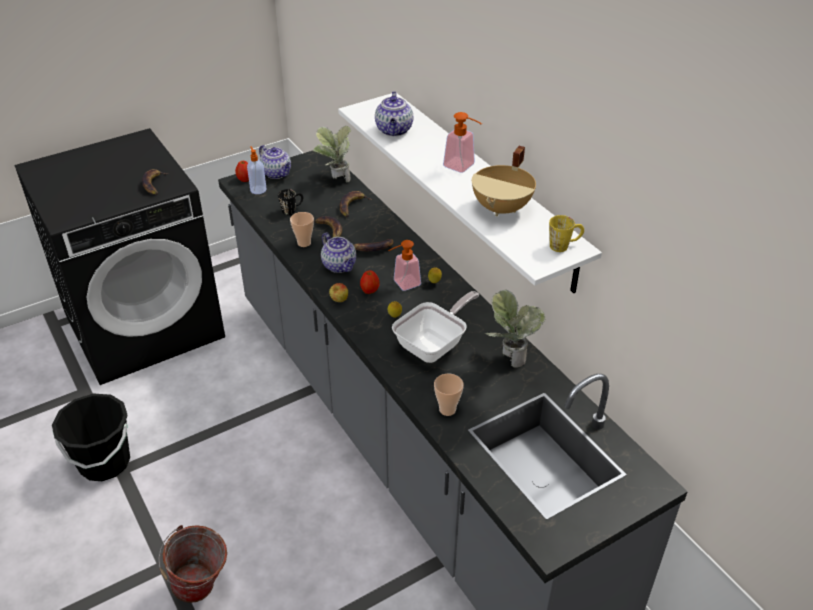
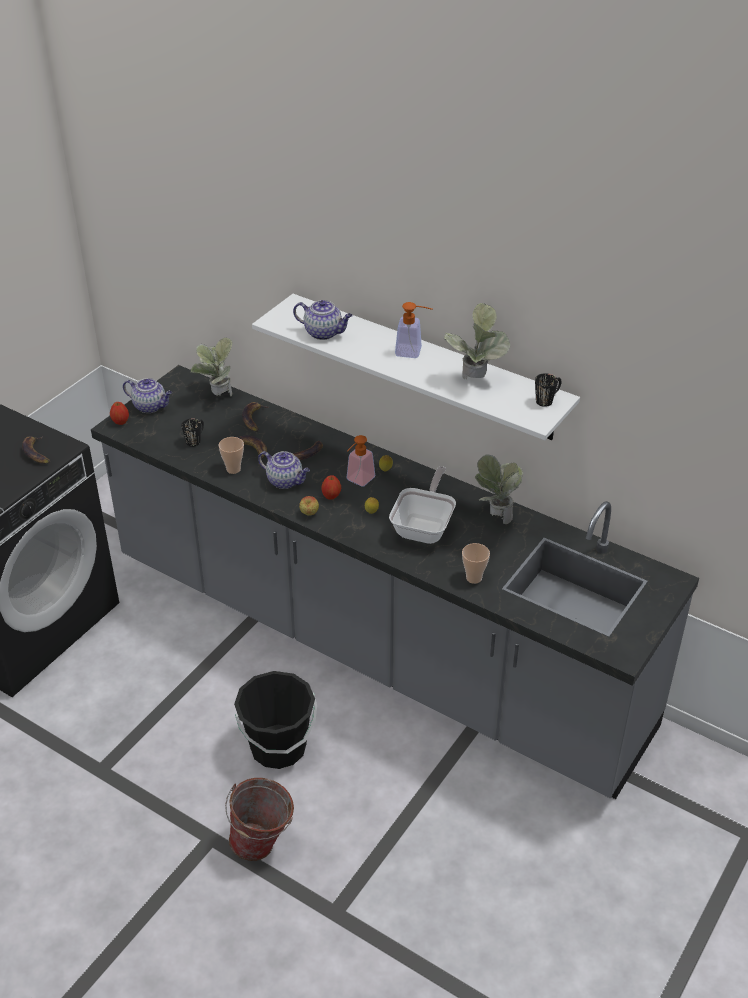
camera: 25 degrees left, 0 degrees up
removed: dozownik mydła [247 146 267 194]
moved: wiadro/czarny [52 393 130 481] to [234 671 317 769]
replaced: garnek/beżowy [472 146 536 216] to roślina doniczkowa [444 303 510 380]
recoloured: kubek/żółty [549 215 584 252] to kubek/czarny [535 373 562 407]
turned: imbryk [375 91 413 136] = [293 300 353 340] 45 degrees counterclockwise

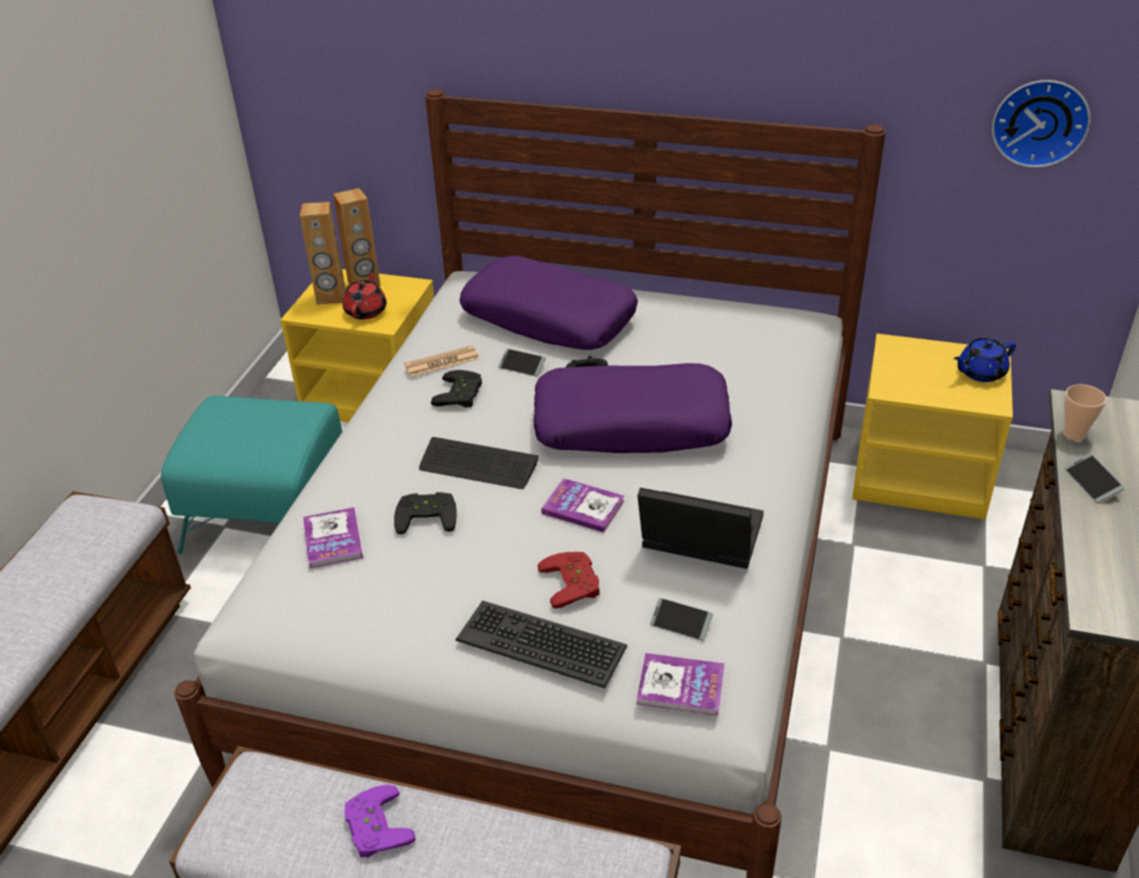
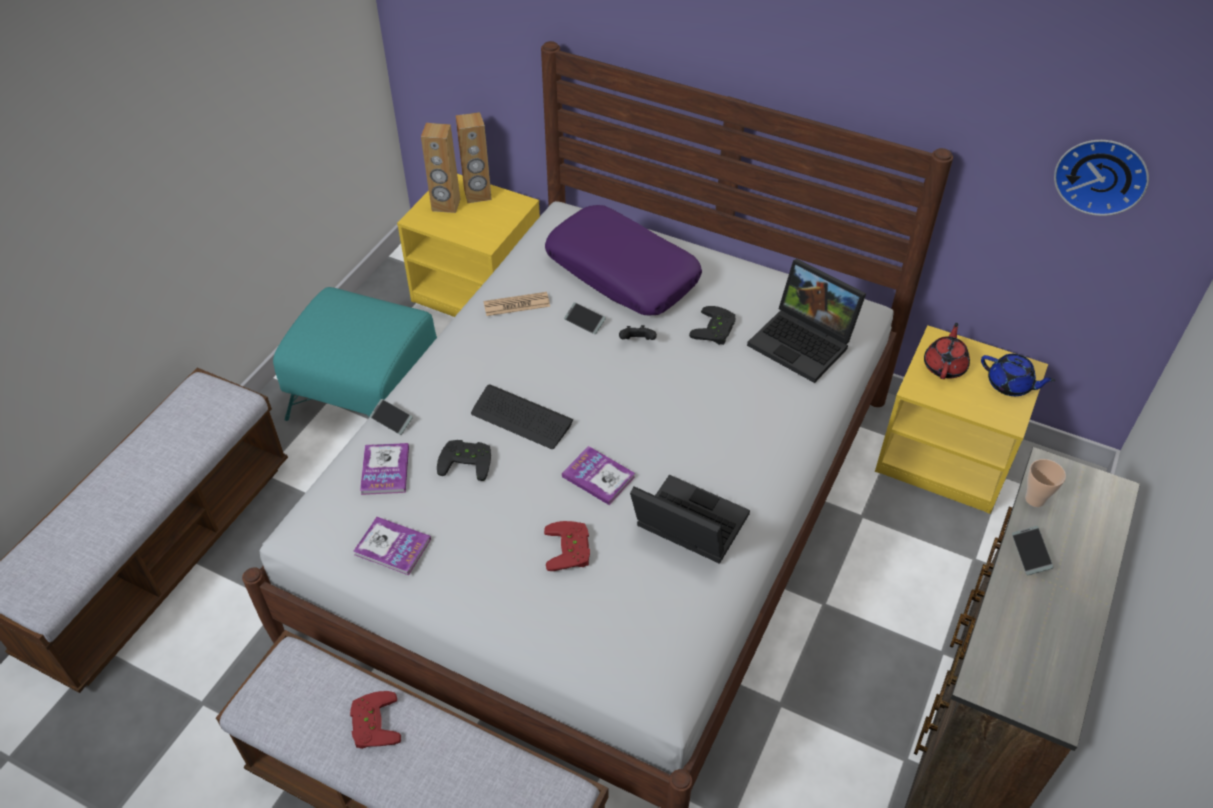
camera: 10 degrees right, 10 degrees up
removed: klawiatura [456 600 627 688]; poduszka/fioletowy [534 363 732 453]
added: laptop [747 259 866 383]
moved: imbryk/czerwony [342 269 387 320] to [924 323 970 379]; pad do gier/czarny [431 370 482 408] to [689 306 736 345]; książka [637 653 724 716] to [353 517 431 575]; telefon [650 598 713 641] to [370 399 413 435]
recoloured: pad do gier/fioletowy [344 785 416 858] to pad do gier/czerwony [350 691 401 749]
turned: imbryk/niebieski [954 338 1016 382] = [981 354 1055 396] 135 degrees counterclockwise

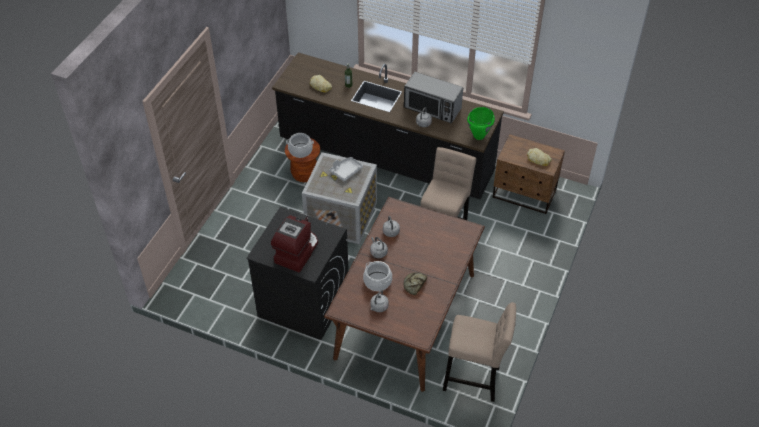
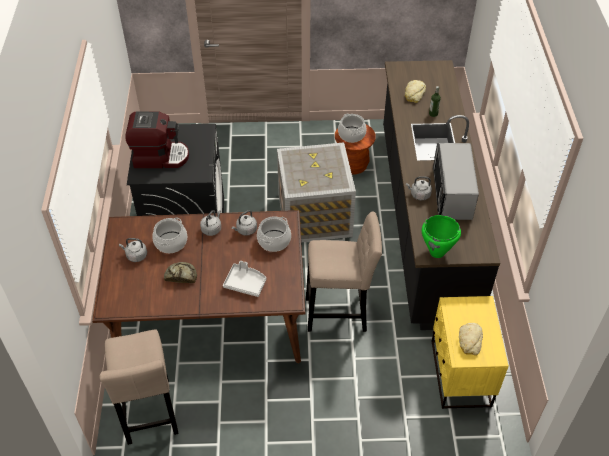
camera: 65 degrees right, 0 degrees up
added: garnek [257 216 291 252]
moved: taca/szary [329 157 363 182] to [223 261 266 297]
recoloured: szafka nocna/brązowy [493 134 565 214] to szafka nocna/żółty [432 296 509 409]

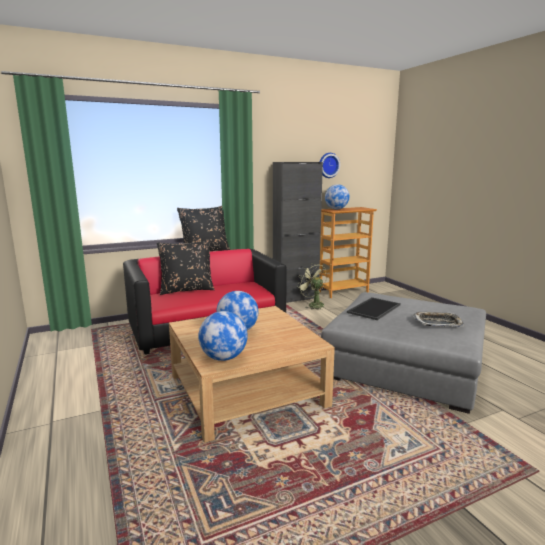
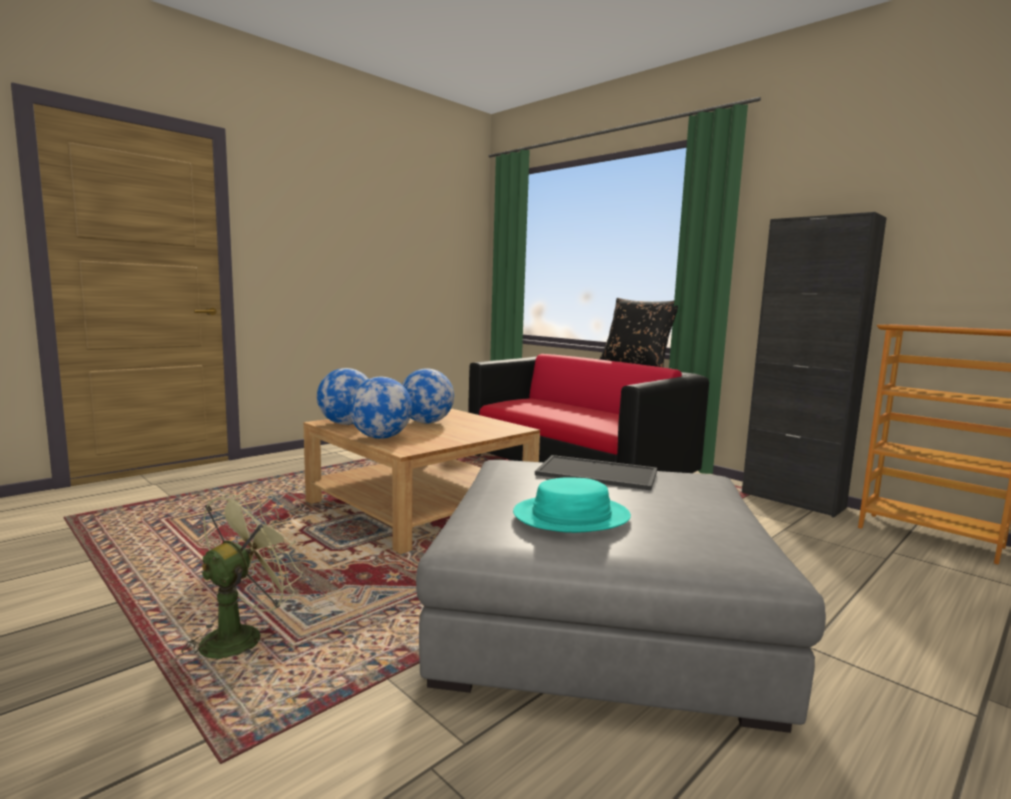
camera: 70 degrees right, 5 degrees down
removed: poduszka/czarny [157 240 215 295]; zegar ścienny [320 153 340 178]
moved: wentylator/zielony [297 263 327 310] to [181 490 303 659]; globus [325 184 350 209] to [349 377 412 439]
replaced: taca [413 312 464 327] to kapelusz/turkusowy [513 477 631 533]

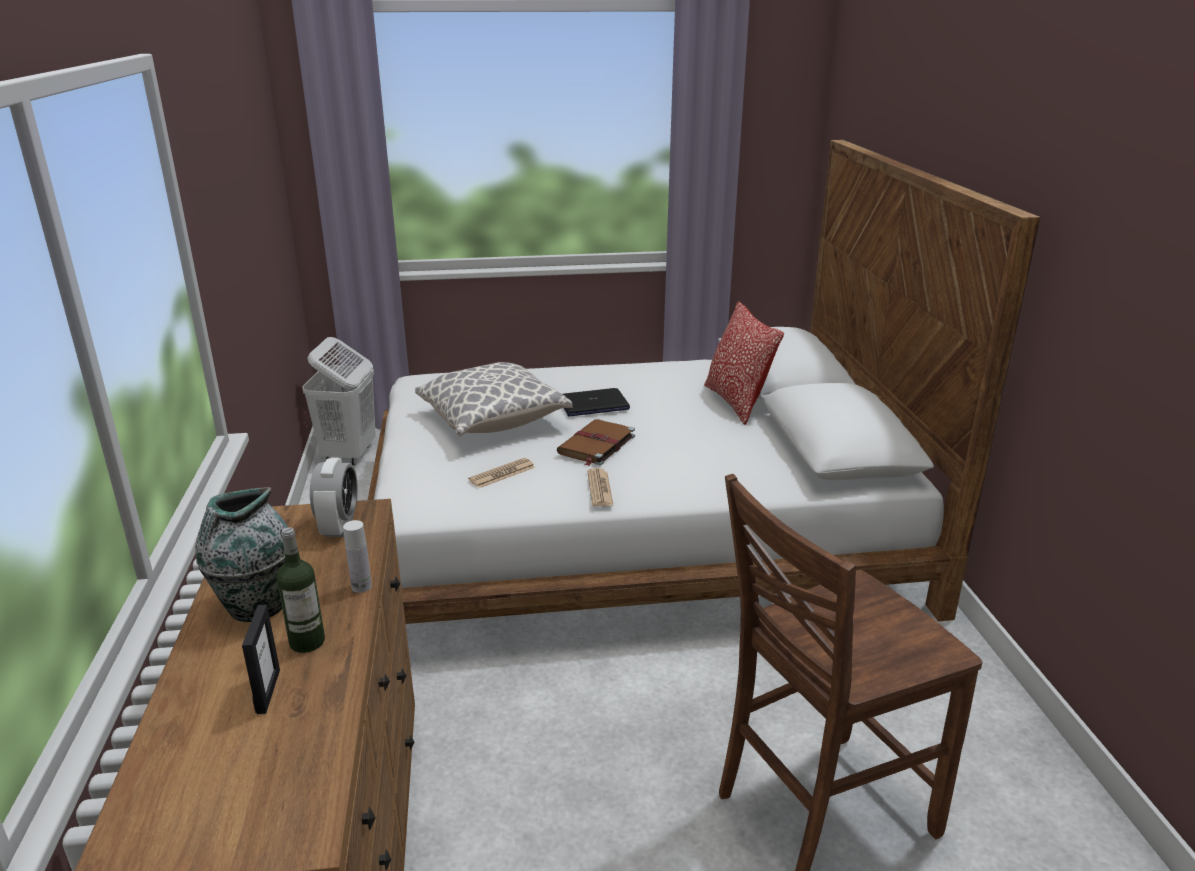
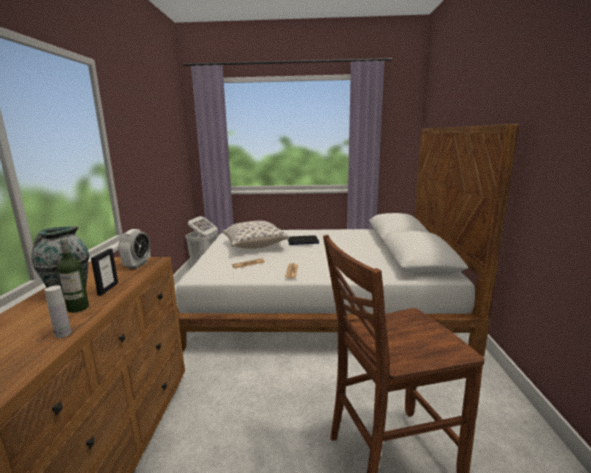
camera: 10 degrees right, 10 degrees down
removed: książka/brązowy [557 419 635 466]; poduszka [704 301 784 425]
moved: ramka na zdjęcie [242 604 280 714] to [91 249 118 295]; butelka/biały [343 520 372 593] to [45 285 71 338]

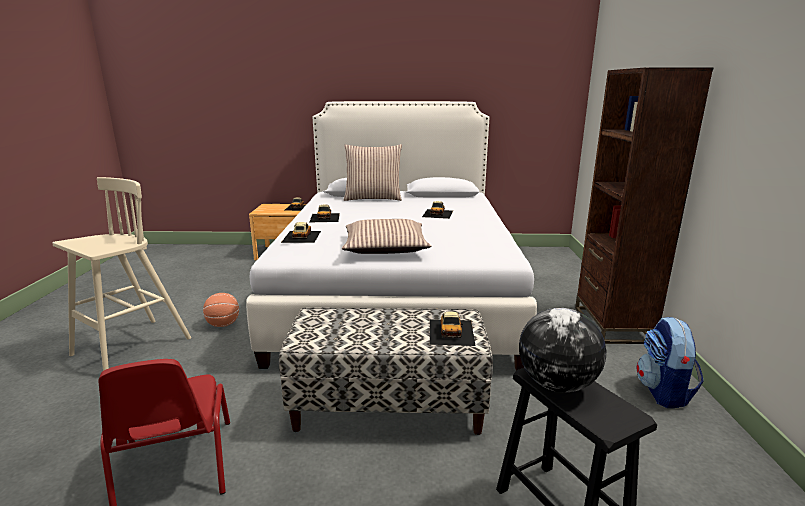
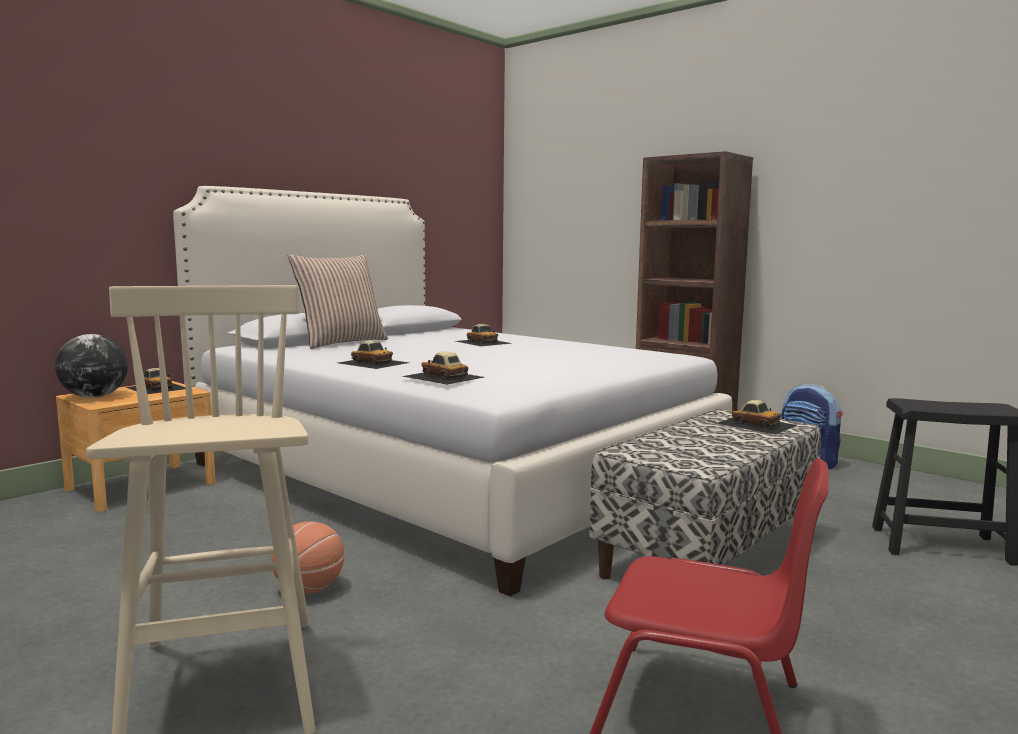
camera: 50 degrees left, 10 degrees down
removed: poduszka [342 219 431 254]
moved: globus [519 308 606 392] to [55 334 128 398]

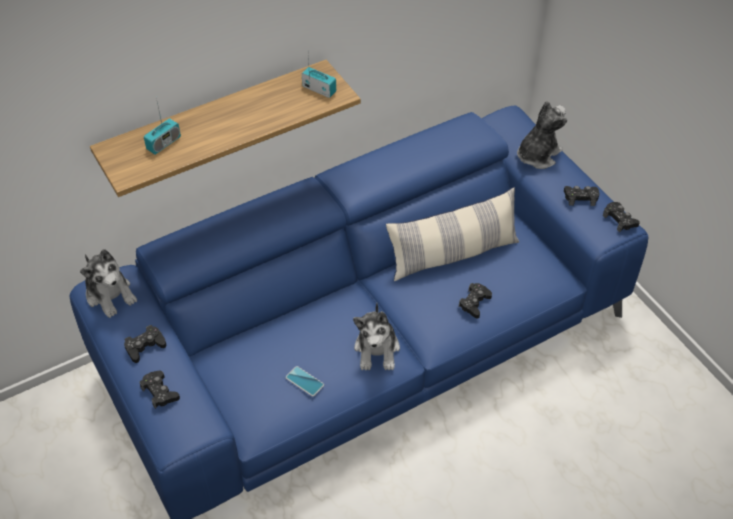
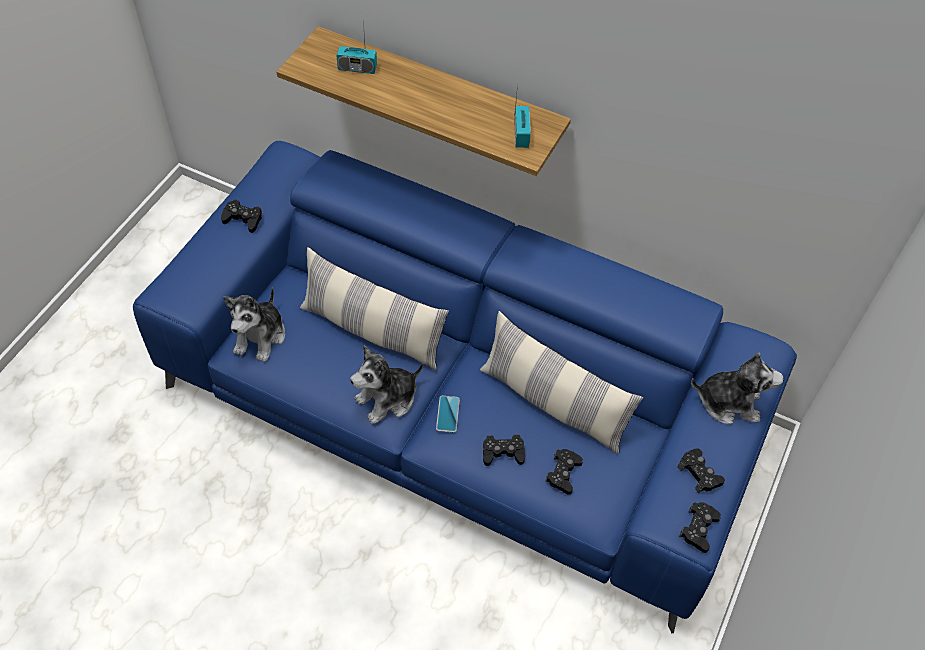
camera: 55 degrees right, 5 degrees up
added: poduszka [300 247 449 370]
moved: pluszak [80 249 137 318] to [223 288 285 362]; pad do gier/czarny [140 371 180 409] to [545 449 583 495]; telefon [286 366 324 396] to [436 396 460 433]

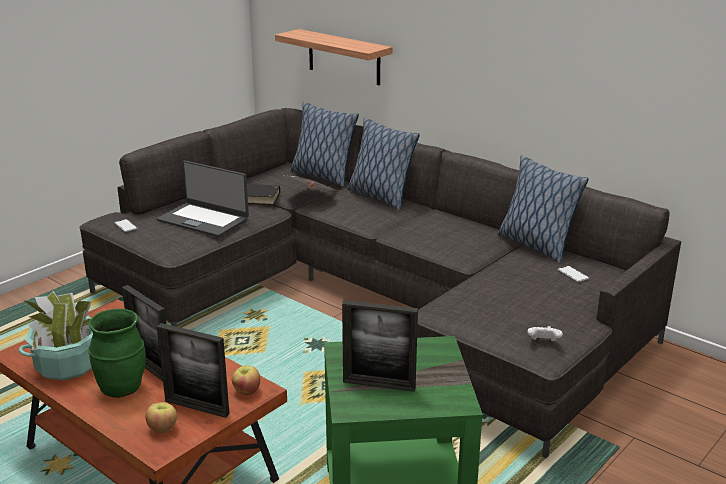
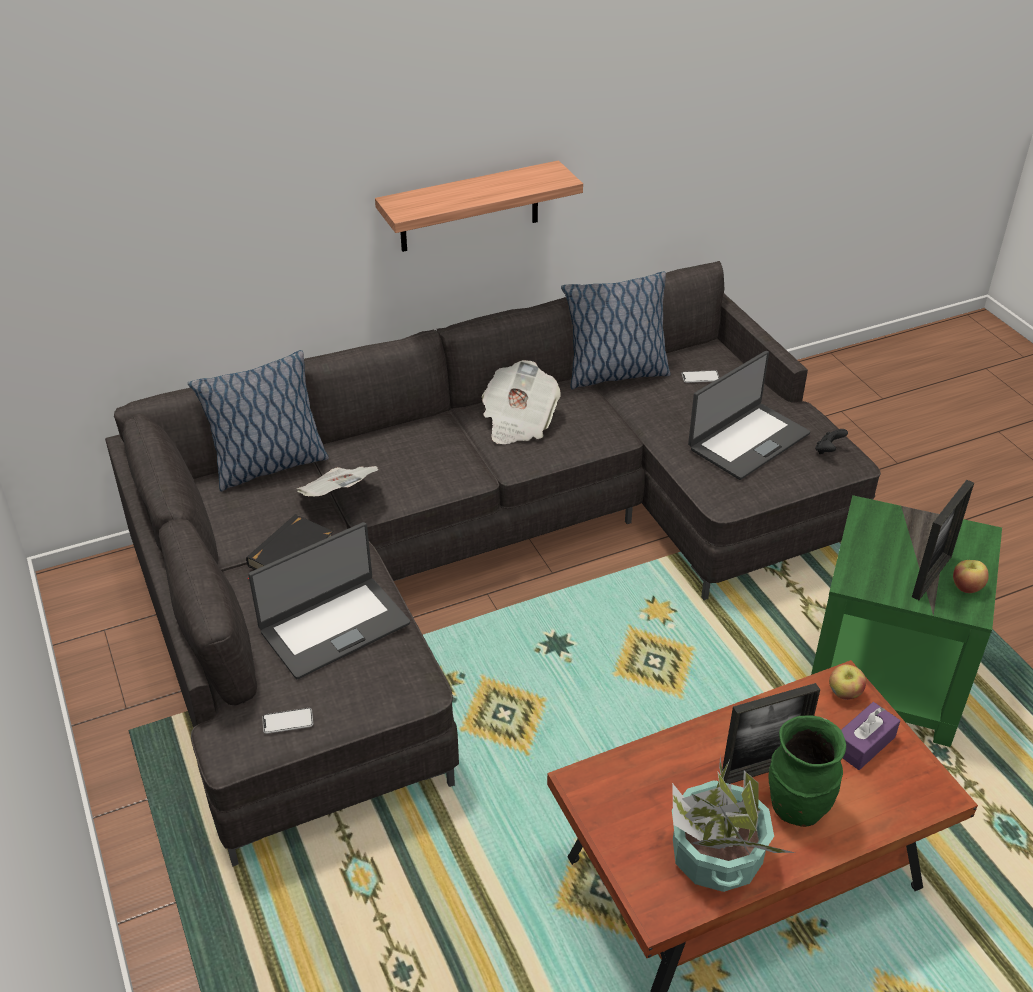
camera: 65 degrees left, 15 degrees up
removed: poduszka [347 118 420 210]
added: gazeta [482 360 561 444]; laptop [688 351 810 480]
moved: jabłko [145 402 177 434] to [953 560 989 593]; półka [275 29 392 85] to [375 160 583 252]
replaced: ramka na zdjęcie [157 323 230 418] to pudełko chusteczek/fioletowy [841 702 900 770]
recoloured: pad do gier/biały [528 326 563 341] to pad do gier/czarny [815 429 848 454]

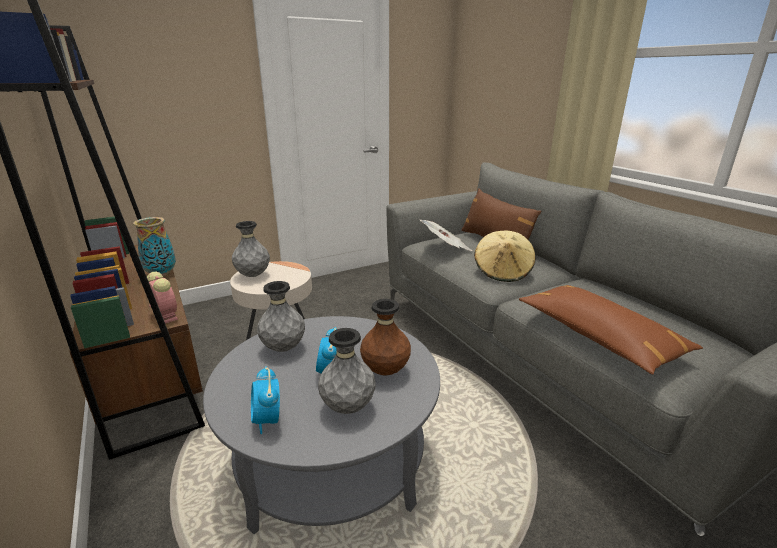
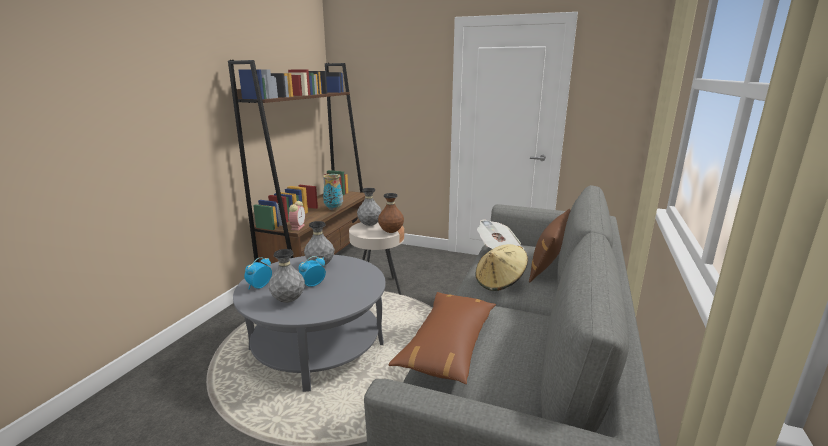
camera: 50 degrees right, 5 degrees down
moved: wazon/brązowy [360 299 411 375] to [378 193 404 233]

